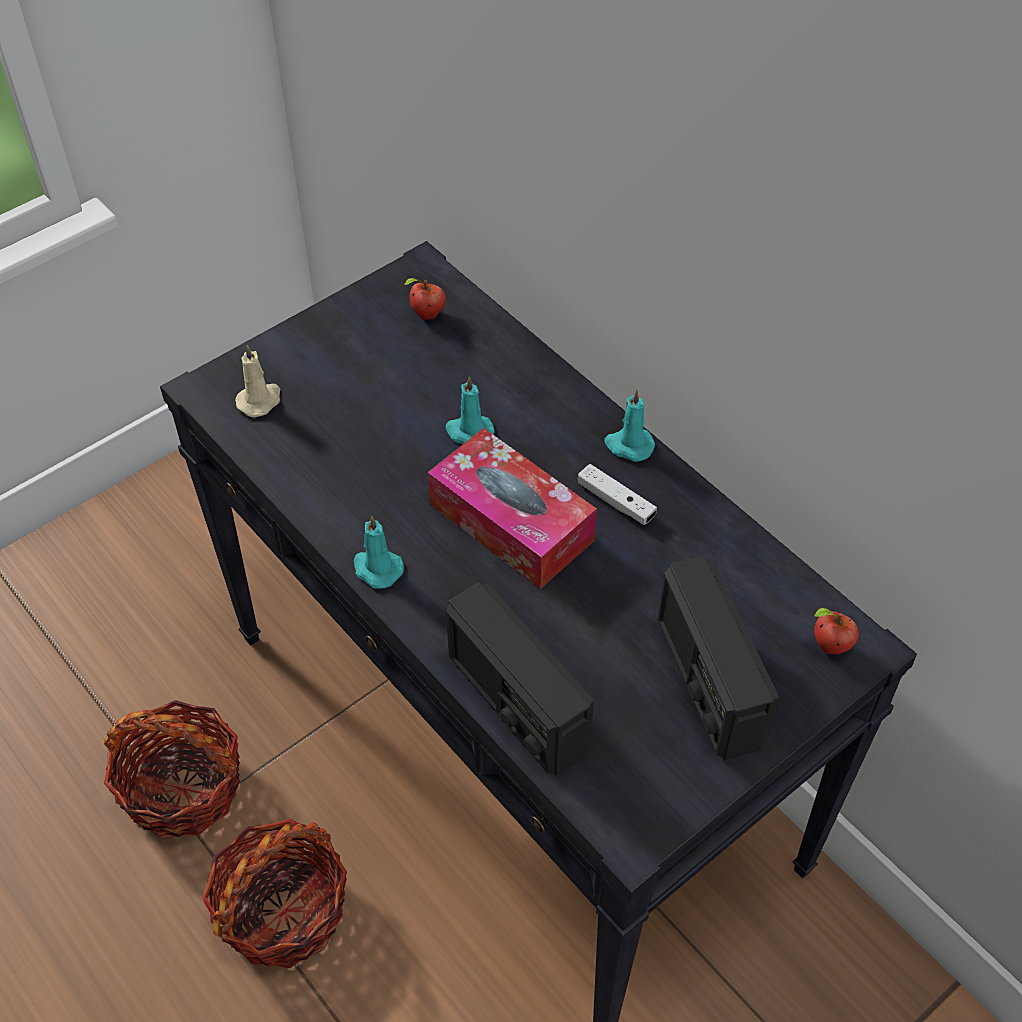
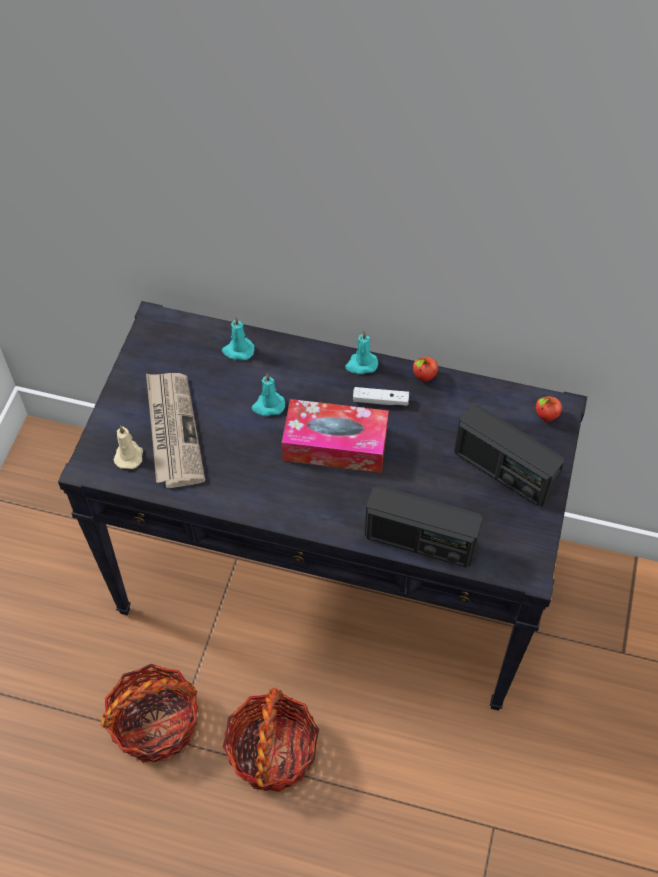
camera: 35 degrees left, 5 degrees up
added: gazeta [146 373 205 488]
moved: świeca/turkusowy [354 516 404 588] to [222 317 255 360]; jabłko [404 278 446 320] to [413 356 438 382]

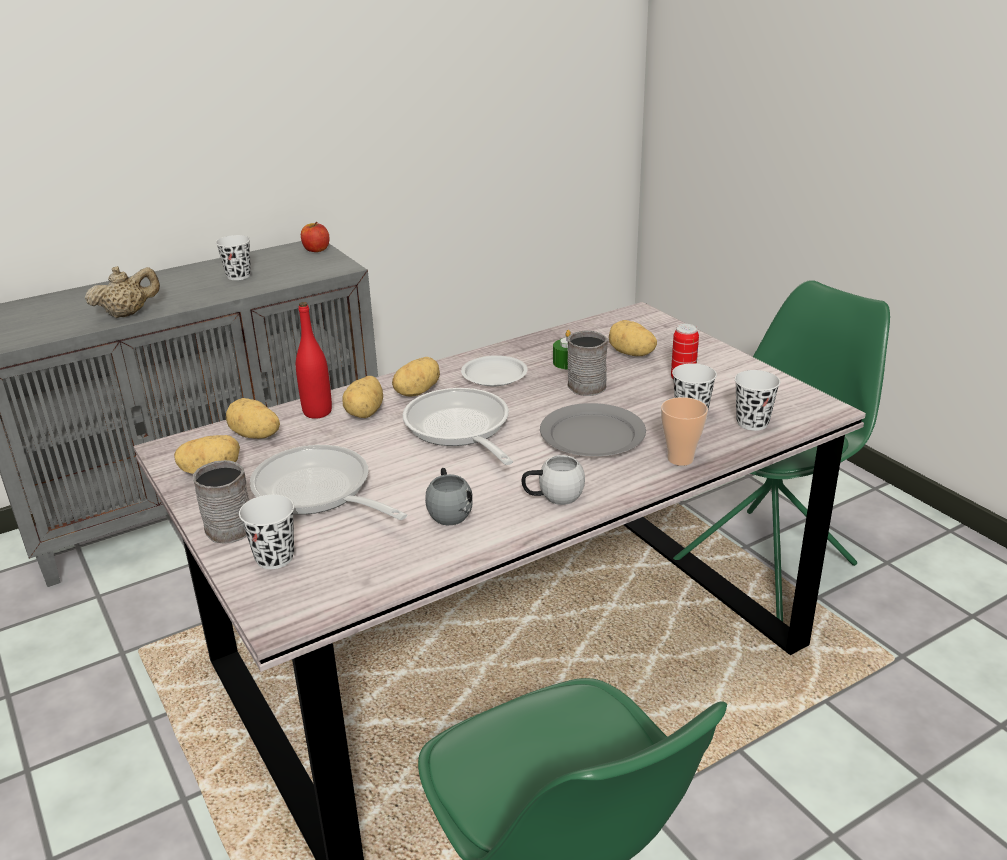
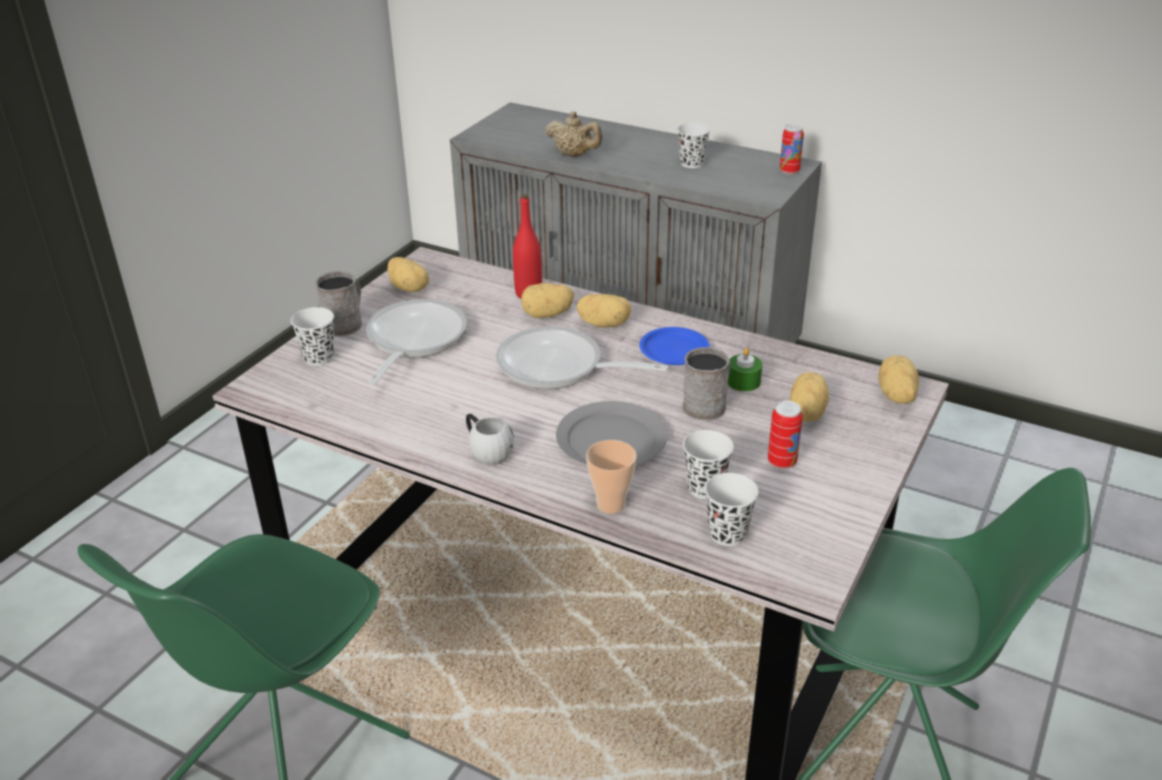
camera: 60 degrees right, 5 degrees up
removed: kubek/szary [425 468 473 525]
moved: ziemniak [226 398 280 439] to [878 355 919 404]
replaced: jabłko [301 222 330 252] to puszka [780 124 804 175]
recoloured: talerz/biały [461 355 528 386] to talerz/niebieski [639 327 710 365]
turned: patelnia [402 388 513 465] = [496 326 669 389] 105 degrees counterclockwise

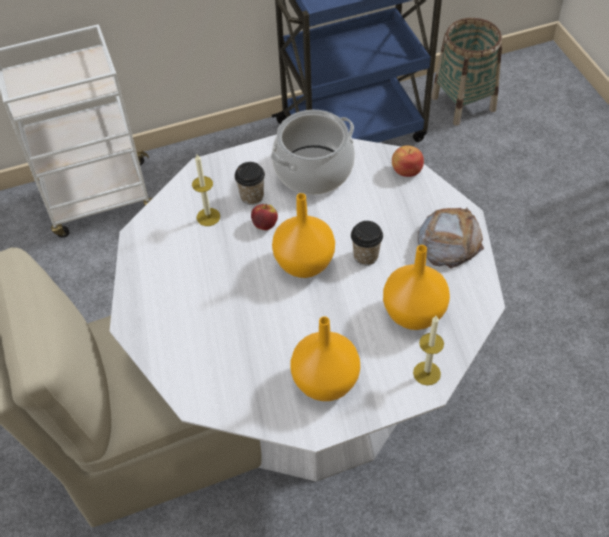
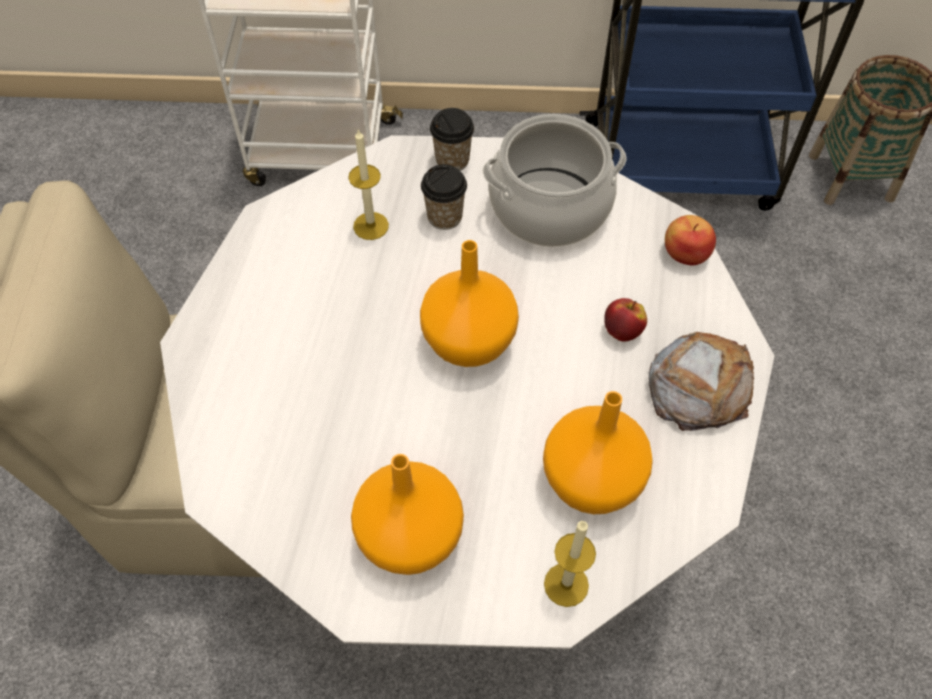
camera: 20 degrees right, 5 degrees up
moved: jabłko [251 203 278 230] to [604 298 647 342]; filiżanka [351 221 383 265] to [430 108 474 171]

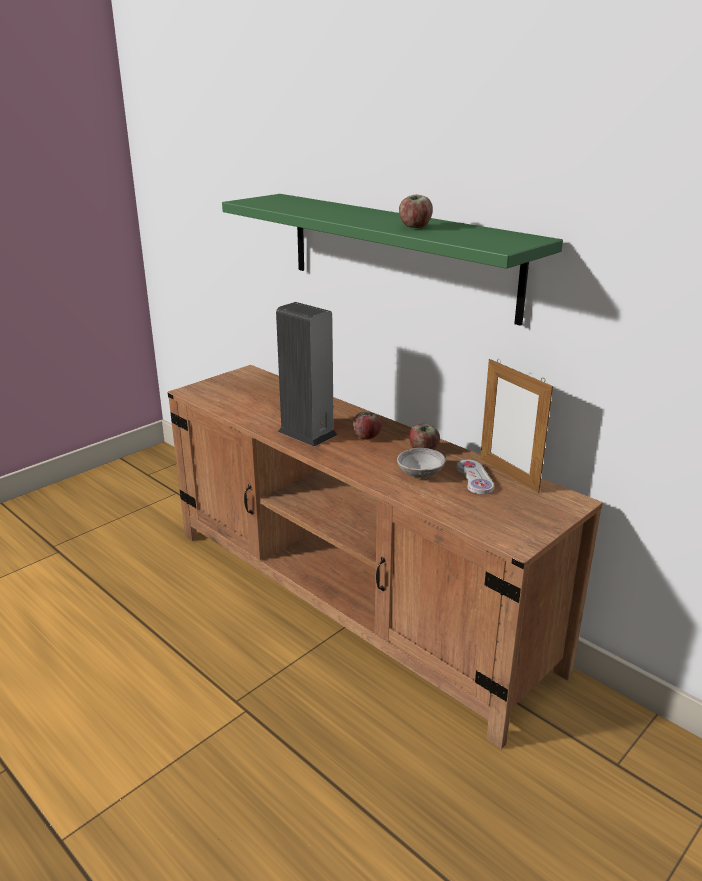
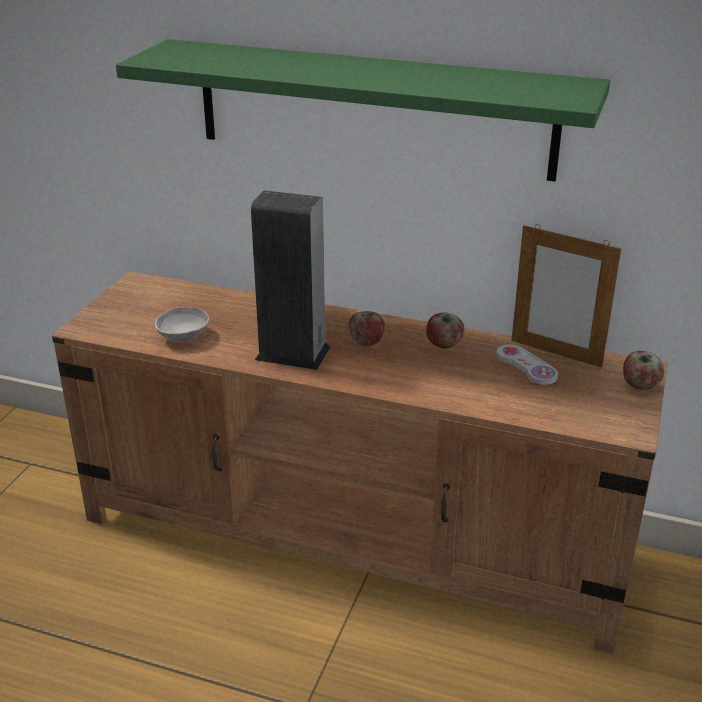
camera: 25 degrees left, 5 degrees up
moved: miska/szary [397 448 445 478] to [155 307 209 342]; jabłko [399 195 433 228] to [623 351 664 390]

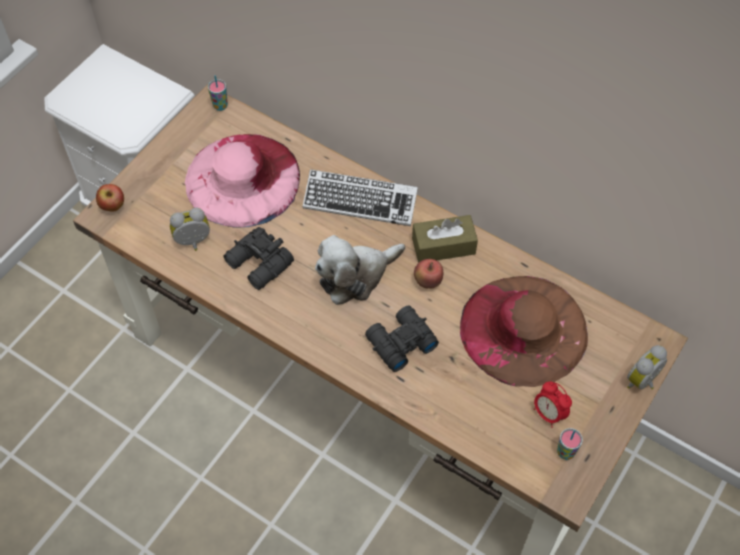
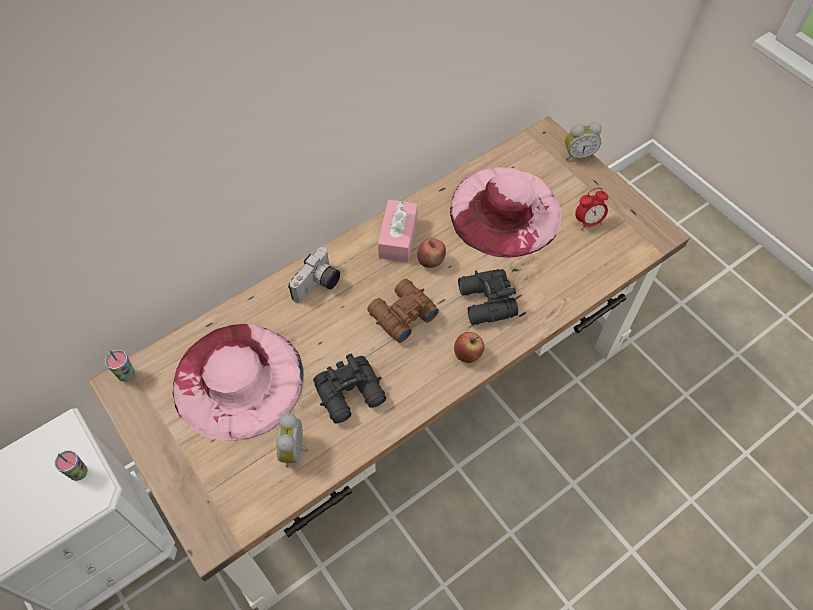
camera: 70 degrees left, 0 degrees up
moved: jabłko [96 184 124 212] to [454 332 484 363]; filiżanka [557 428 583 460] to [55 450 87 481]
replaced: klawiatura [303 169 418 226] to aparat fotograficzny [288 247 340 303]; pluszak [315 235 405 305] to lornetka/brązowy [367 279 439 343]
recoloured: pudełko chusteczek/brązowy [412 215 478 263] to pudełko chusteczek/różowy [378 200 418 262]; kapelusz/brązowy [460 276 588 387] to kapelusz/różowy [450 167 562 258]
turned: budzik [627 345 667 389] = [565 122 602 160] 75 degrees counterclockwise

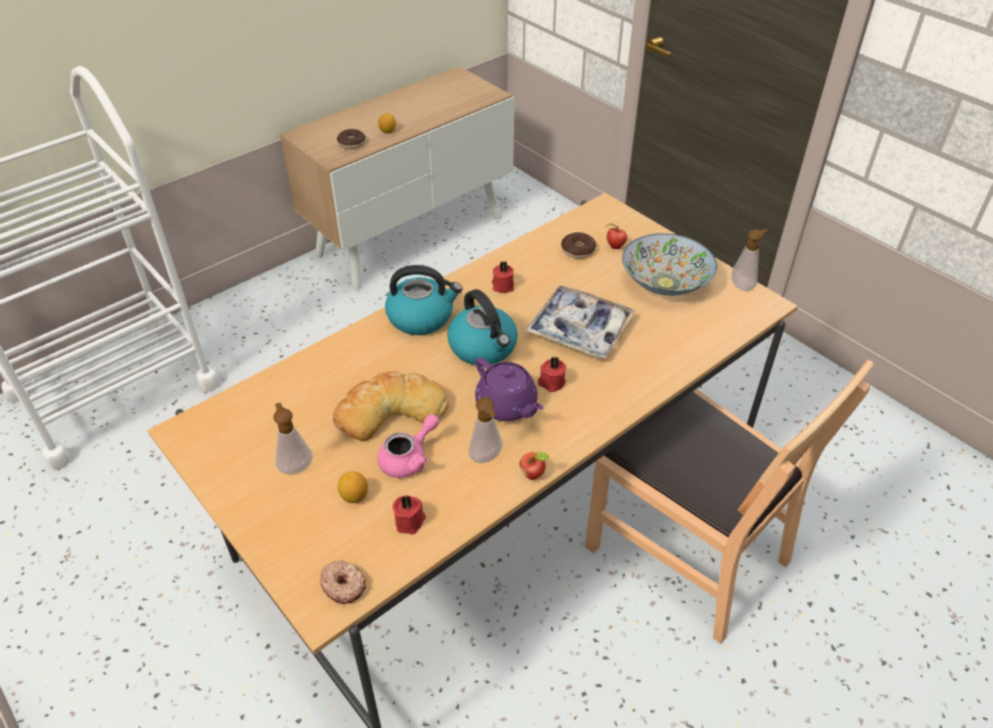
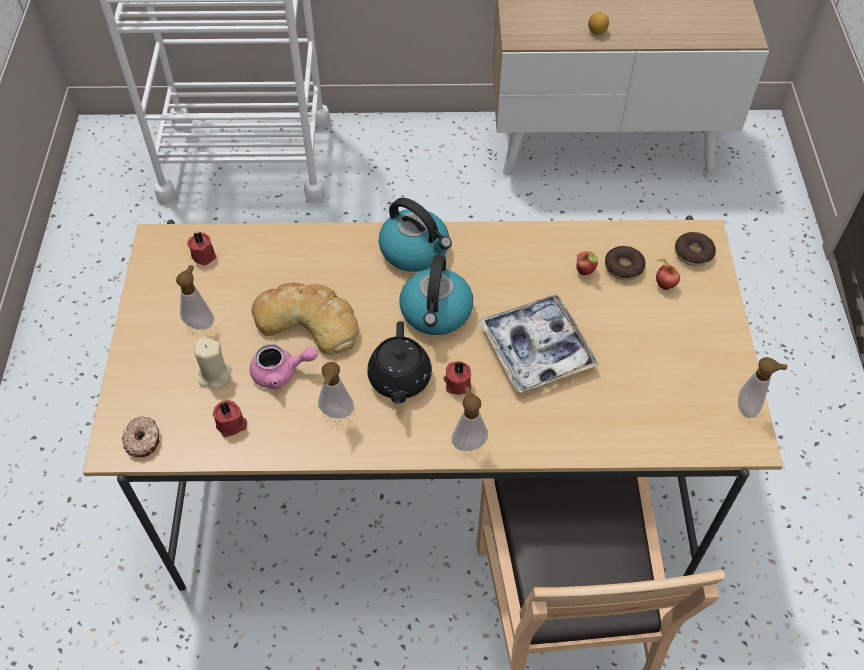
camera: 40 degrees right, 10 degrees up
removed: miska [622 233 717 296]
added: dozownik mydła [452 386 488 451]
moved: donut [337 129 365 149] to [675 232 716 266]; świeca/czerwony [492 261 514 293] to [187 232 216 265]; jabłko [519 452 550 480] to [576 251 598 275]
replaced: cytryna [338 471 368 503] to świeca/beżowy [194 338 231 388]
recoloured: imbryk/fioletowy [475 357 544 421] to imbryk/czarny [367 321 432 404]

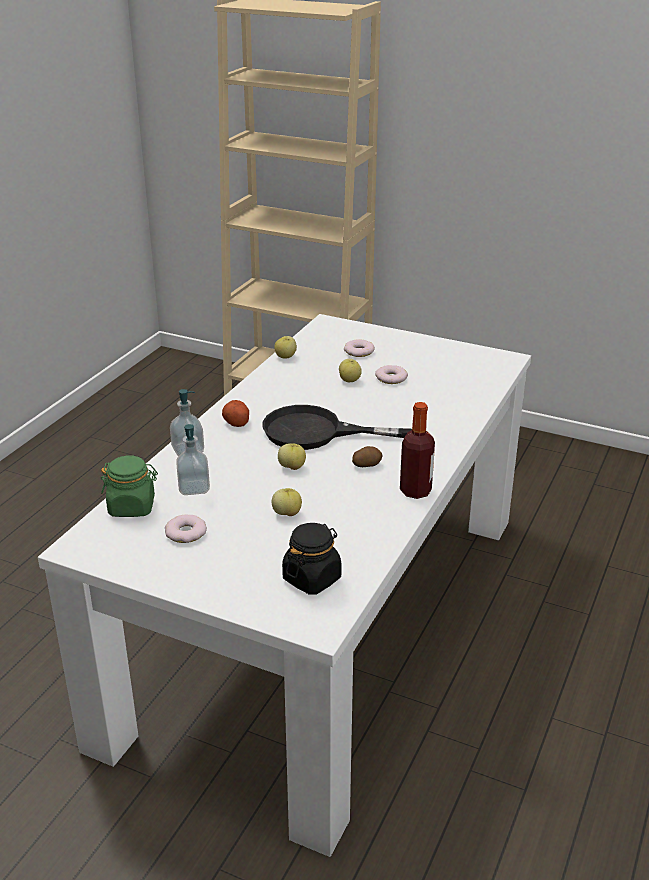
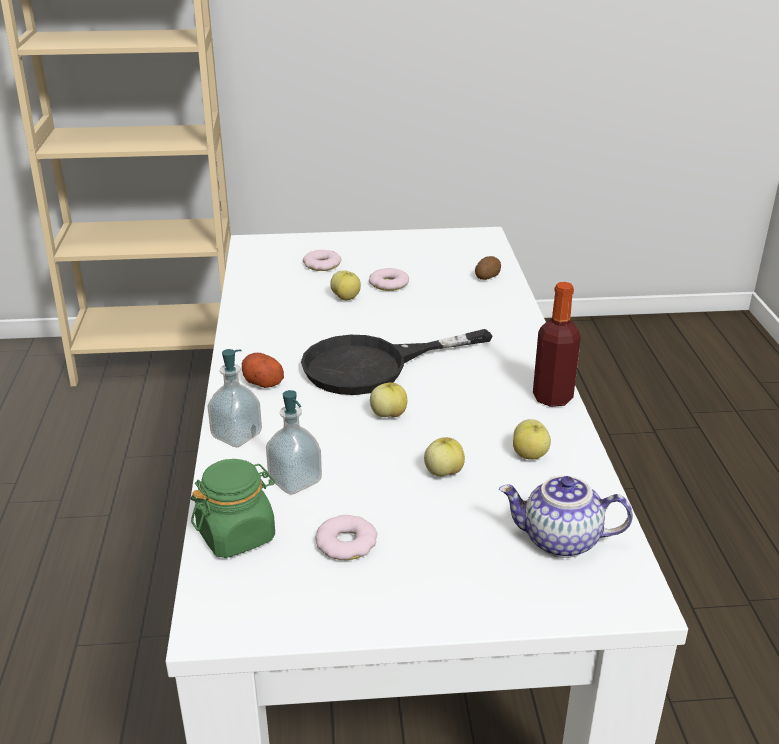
camera: 30 degrees left, 0 degrees up
moved: jabłko [274 336 297 359] to [513 419 551 460]; ziemniak [352 446 383 467] to [475 256 501 280]
replaced: słoik/czarny [282 523 342 595] to imbryk [499 475 633 558]

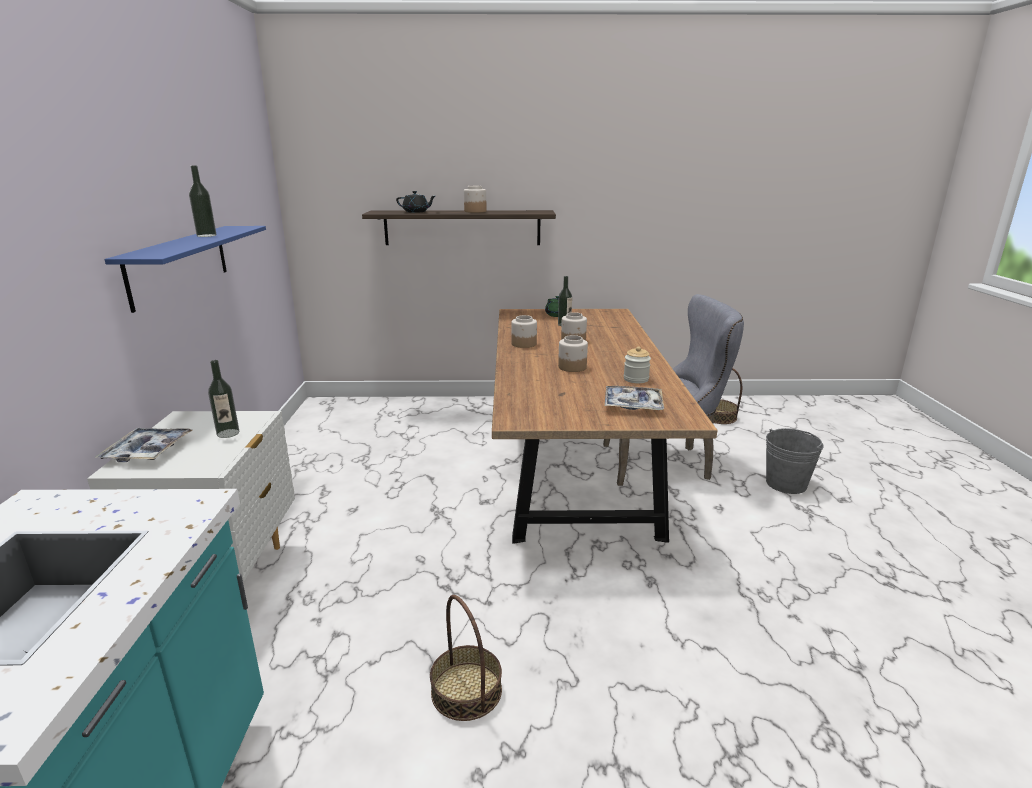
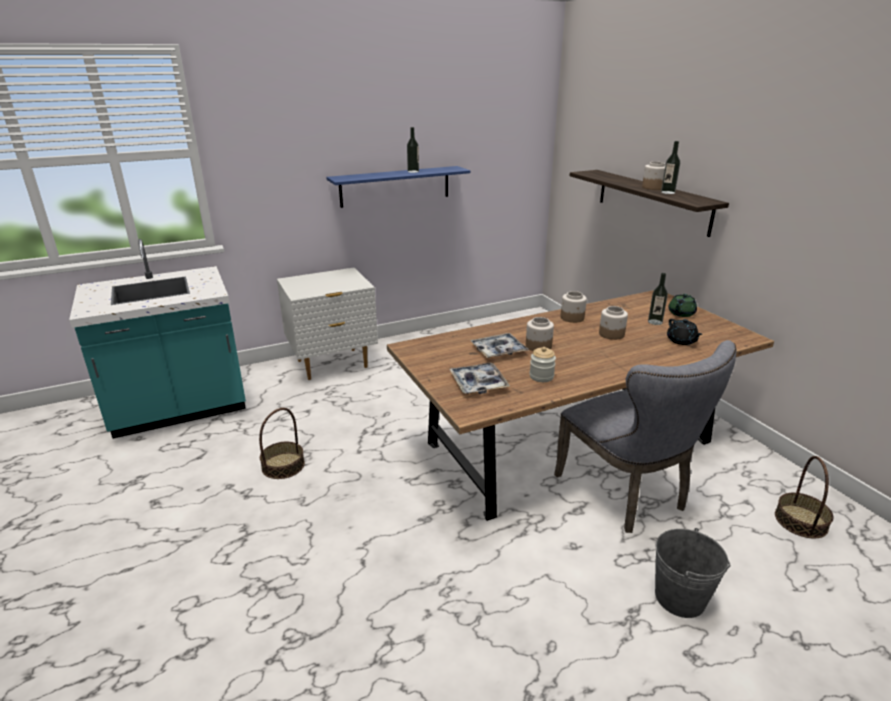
camera: 65 degrees right, 5 degrees up
moved: taca [95 428 192 462] to [471 333 529 358]; butelka [208 360 239 438] to [661 141 680 194]; imbryk/czarny [396 191 435 213] to [667 319 703 345]

